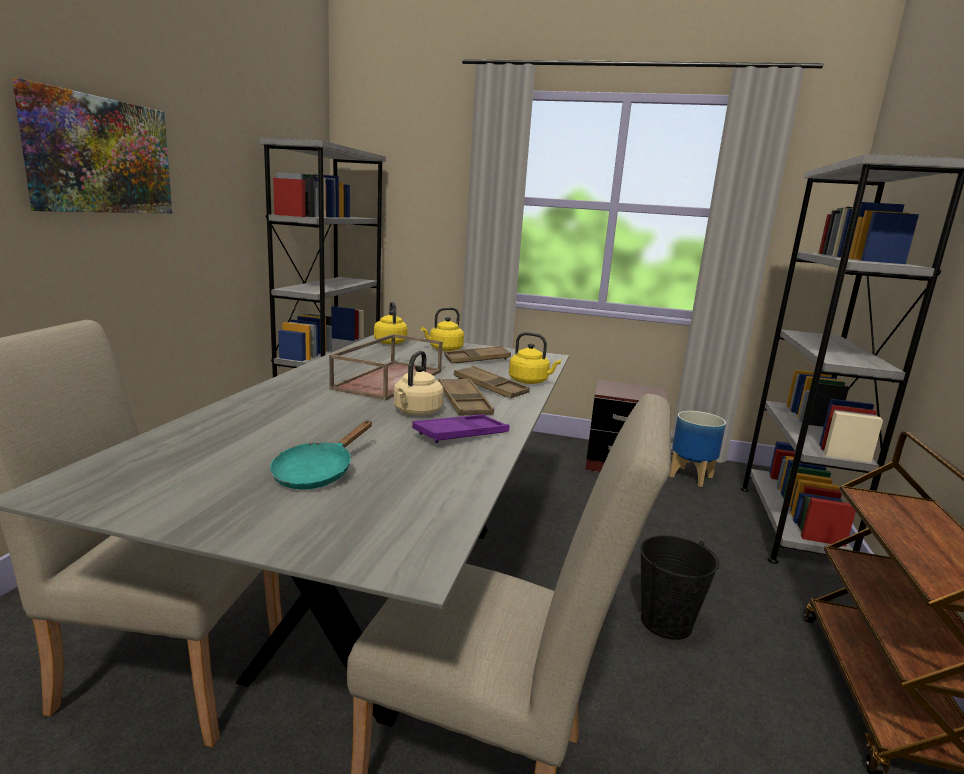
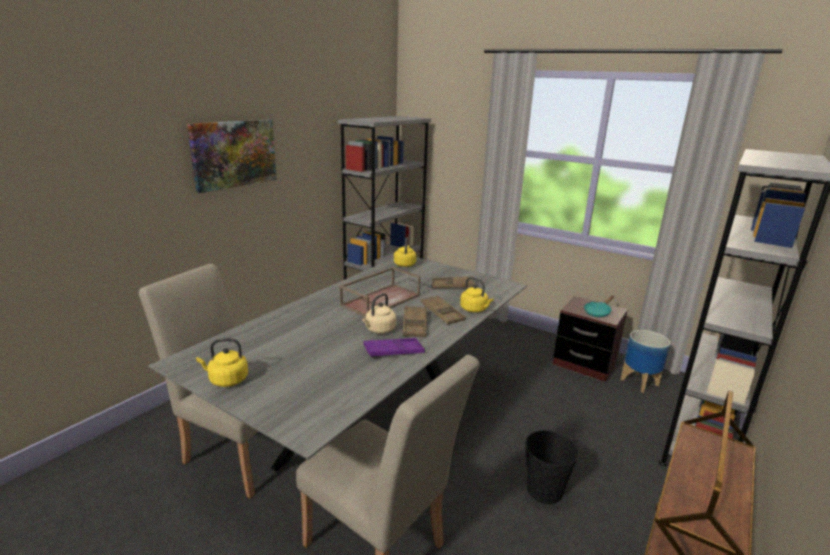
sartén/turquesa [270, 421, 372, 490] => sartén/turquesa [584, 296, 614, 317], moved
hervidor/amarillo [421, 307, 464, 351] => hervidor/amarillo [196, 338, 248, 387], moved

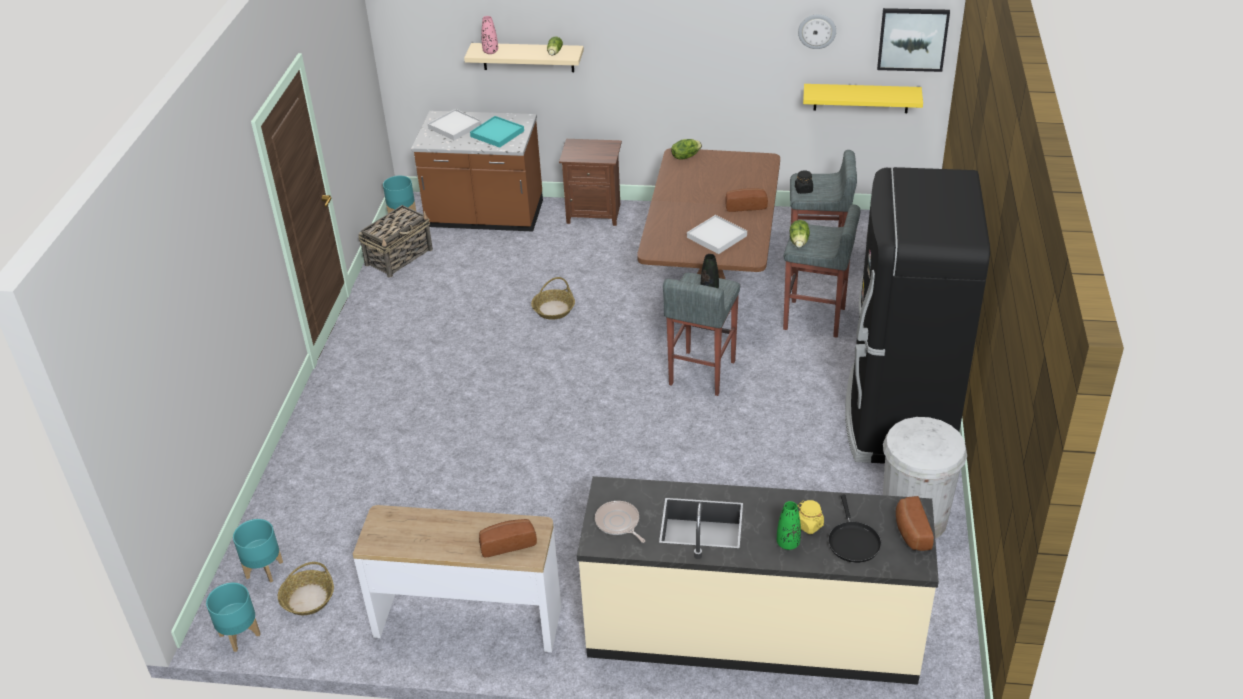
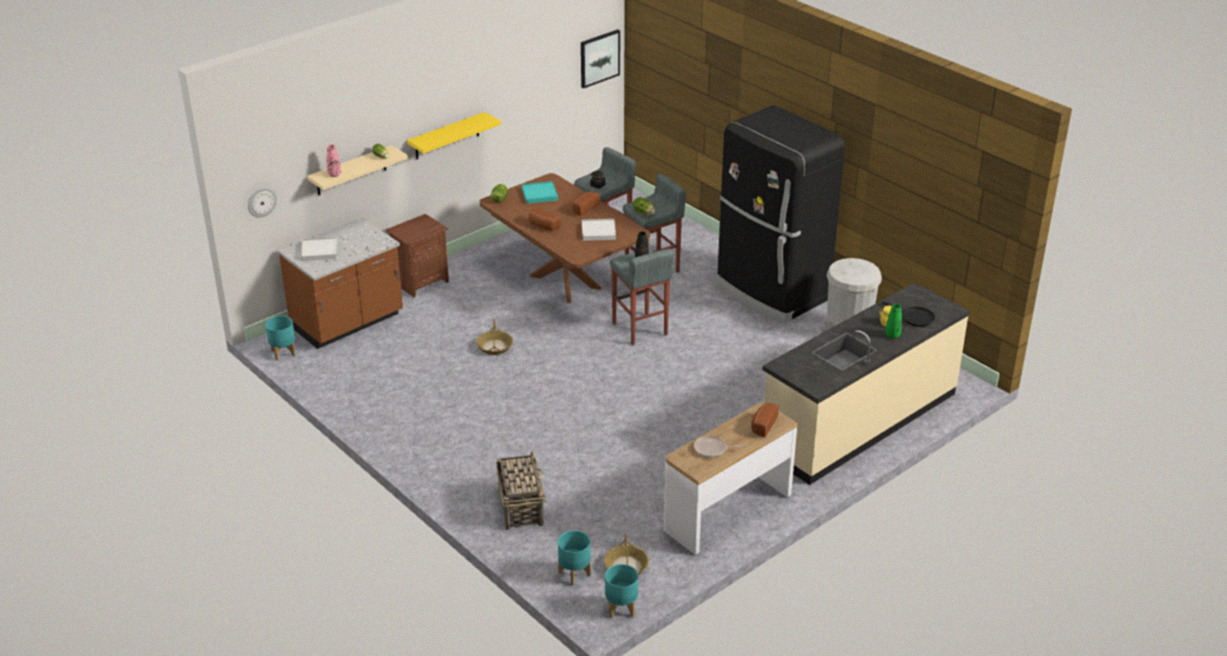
cesta [358, 205, 433, 278] => cesta [496, 451, 546, 530], moved
bandeja/turquesa [470, 116, 524, 148] => bandeja/turquesa [522, 181, 558, 204], moved
sartén [595, 501, 645, 543] => sartén [694, 436, 742, 458], moved
reloj de pared [798, 14, 836, 49] => reloj de pared [248, 187, 277, 217], moved
estante/amarillo [803, 84, 923, 113] => estante/amarillo [407, 112, 501, 159], moved
pan [896, 496, 934, 551] => pan [529, 208, 560, 230], moved

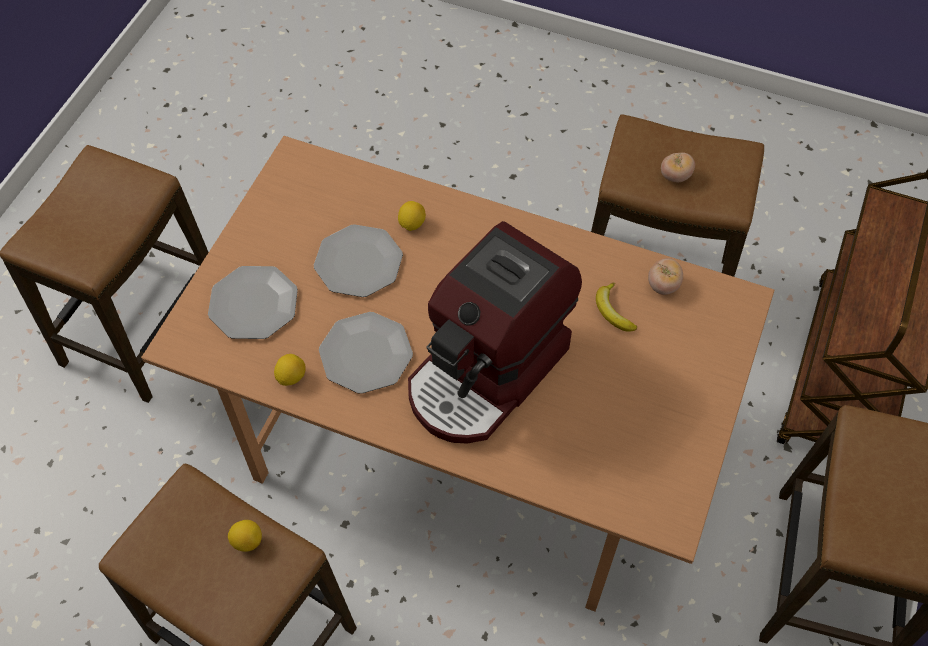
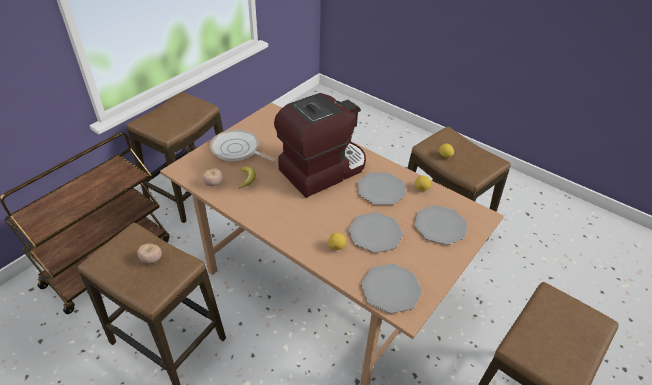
nothing => sartén [210, 129, 275, 161]
nothing => plato [361, 263, 422, 314]

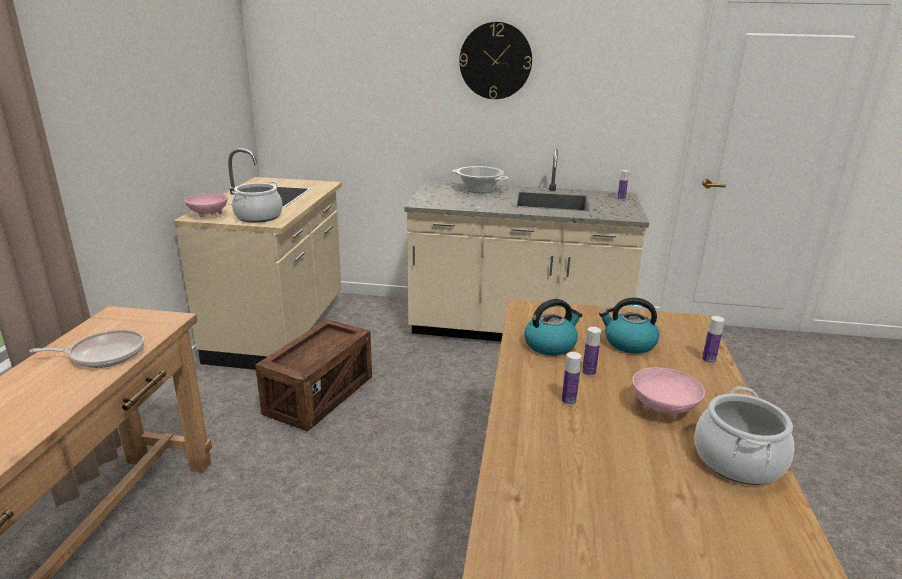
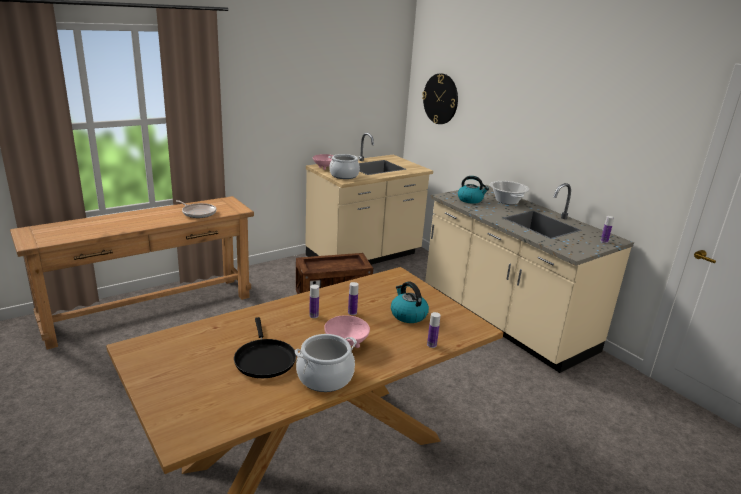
reloj de pared [459, 22, 532, 99] => reloj de pared [422, 74, 458, 124], moved
hervidor [524, 299, 582, 356] => hervidor [458, 176, 489, 204], moved
nothing => sartén/negro [234, 317, 296, 378]

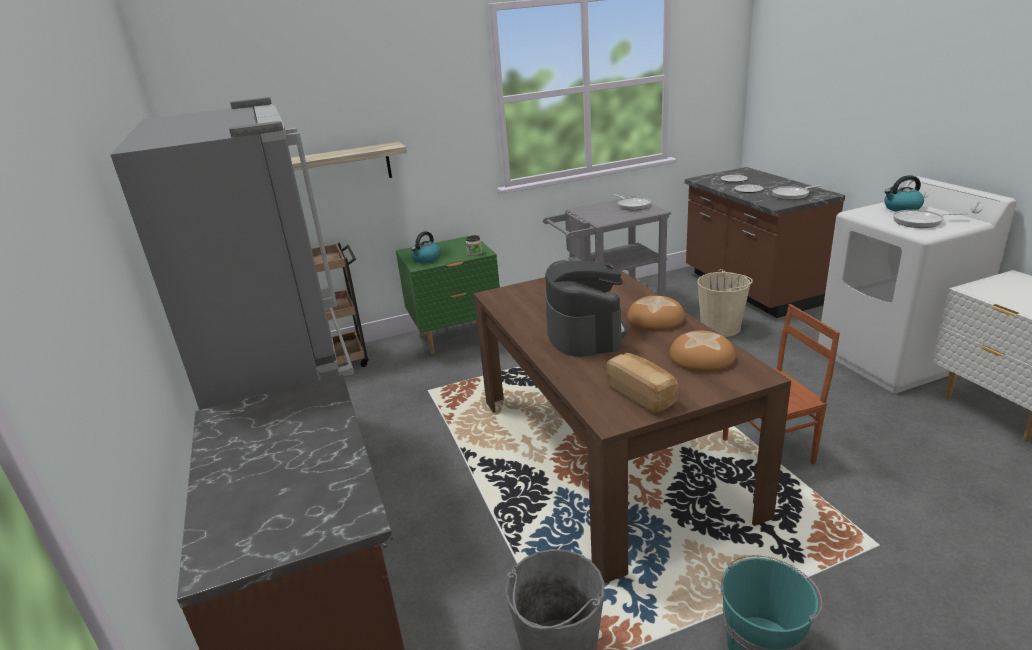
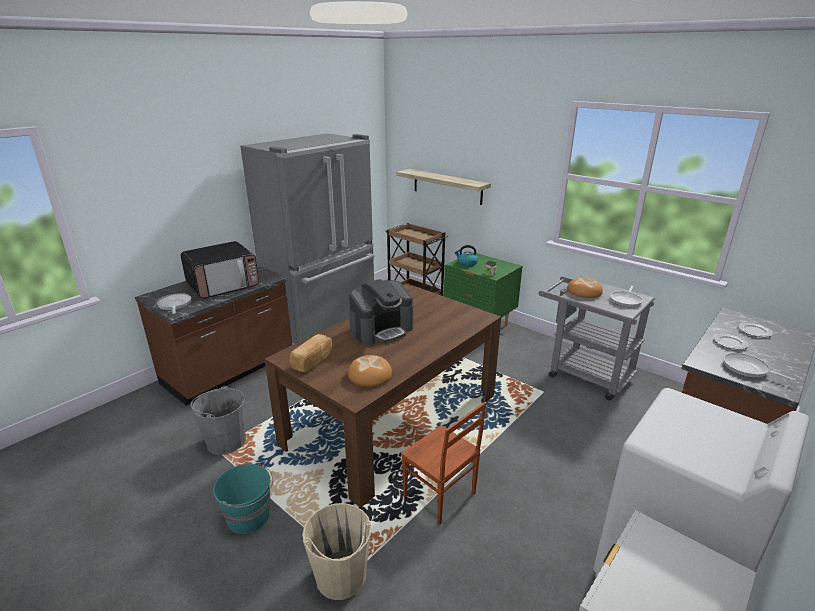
pan [627, 296, 685, 331] => pan [567, 278, 603, 298], moved
cubo/beis [697, 269, 753, 337] => cubo/beis [302, 503, 371, 600], moved
hervidor [884, 175, 924, 212] => nothing
sartén [893, 210, 968, 228] => sartén [157, 293, 191, 314], moved
nothing => microondas [181, 241, 259, 299]

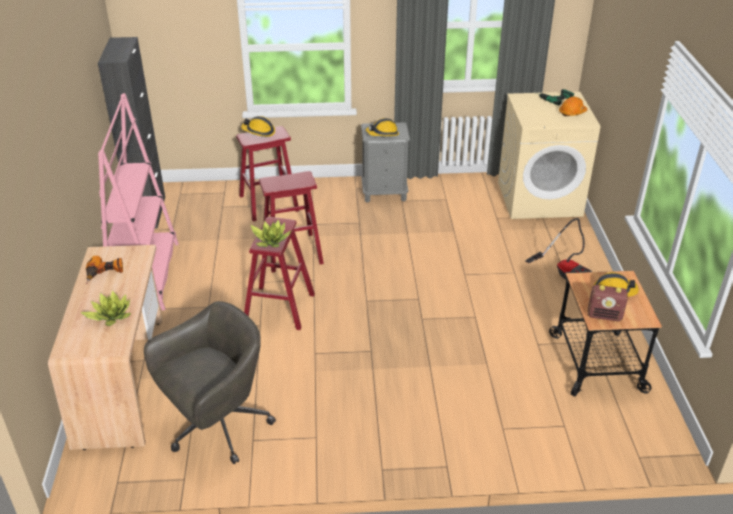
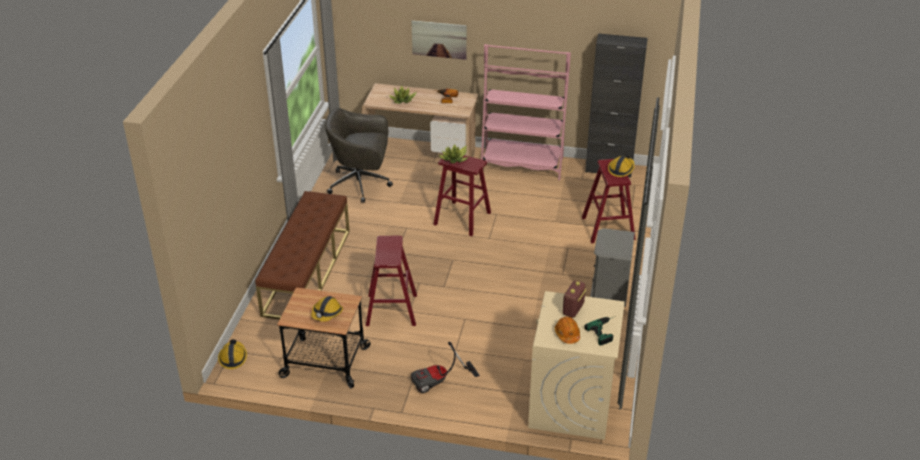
silla de oficina/gris [144, 301, 276, 464] => silla de oficina/gris [325, 108, 393, 203], 120 degrees clockwise
taburete/rojo [259, 171, 324, 273] => taburete/rojo [366, 236, 417, 326], moved
casco [366, 118, 399, 136] => casco [218, 339, 247, 369], moved
radio [588, 285, 628, 321] => radio [563, 280, 587, 318], moved
nothing => banco/marrón [255, 191, 350, 320]
nothing => cuadro [411, 20, 467, 60]

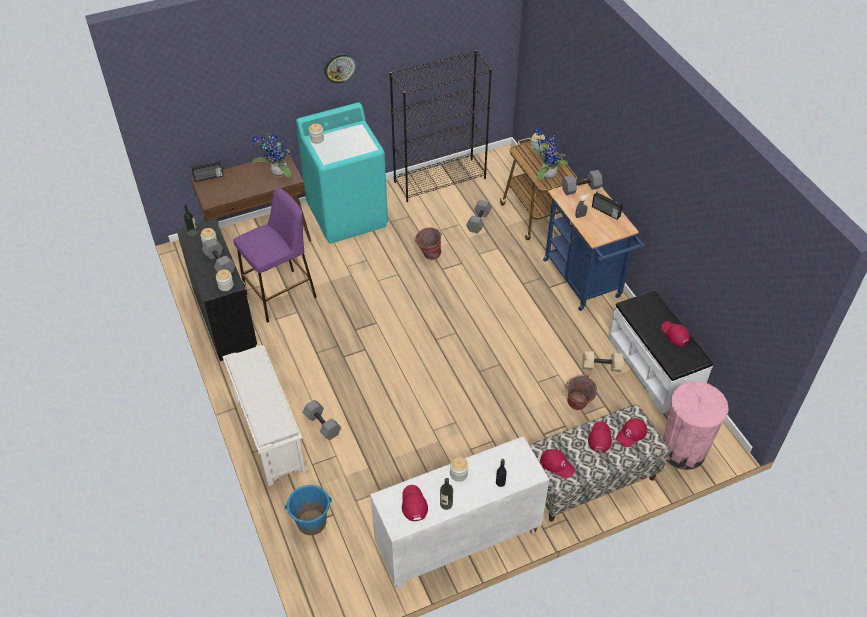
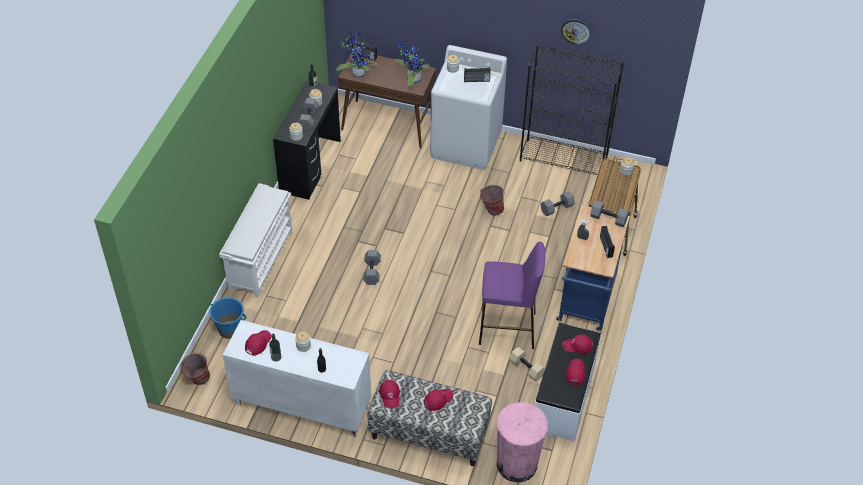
taburete/morado [233, 188, 317, 323] => taburete/morado [479, 242, 545, 349], moved
lavadora/turquesa [296, 103, 388, 244] => lavadora/blanco [430, 45, 507, 170]
mancuerna/gris [303, 400, 341, 440] => mancuerna/gris [363, 250, 381, 285], moved
reloj de pared [324, 53, 356, 83] => reloj de pared [561, 19, 591, 45], moved
planta en maceta [531, 127, 568, 180] => planta en maceta [336, 29, 378, 78], moved
cubo [565, 375, 597, 410] => cubo [179, 353, 210, 385], moved
gorra/rojo [616, 418, 647, 447] => gorra/rojo [562, 335, 593, 353], moved
nothing => radio [464, 67, 491, 82]

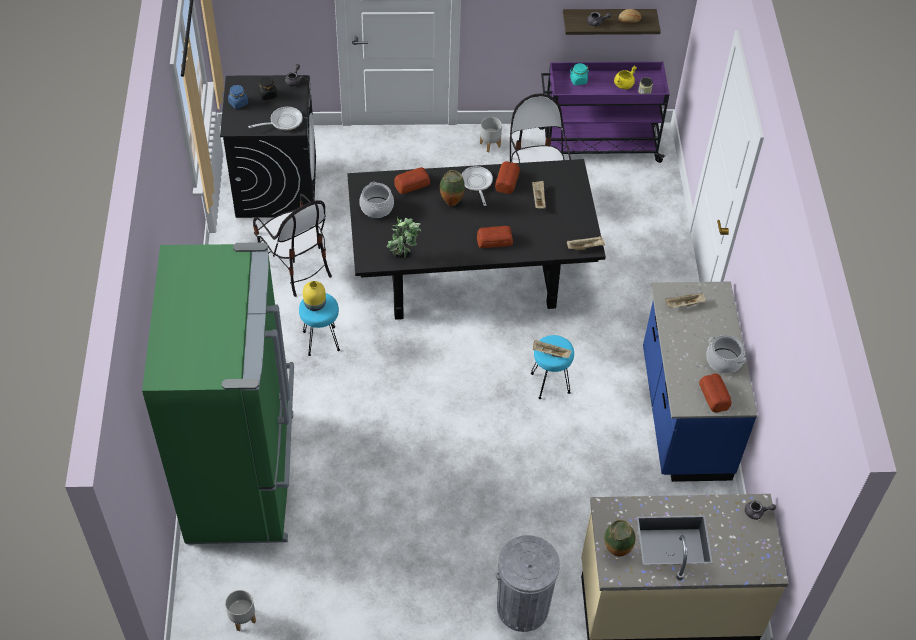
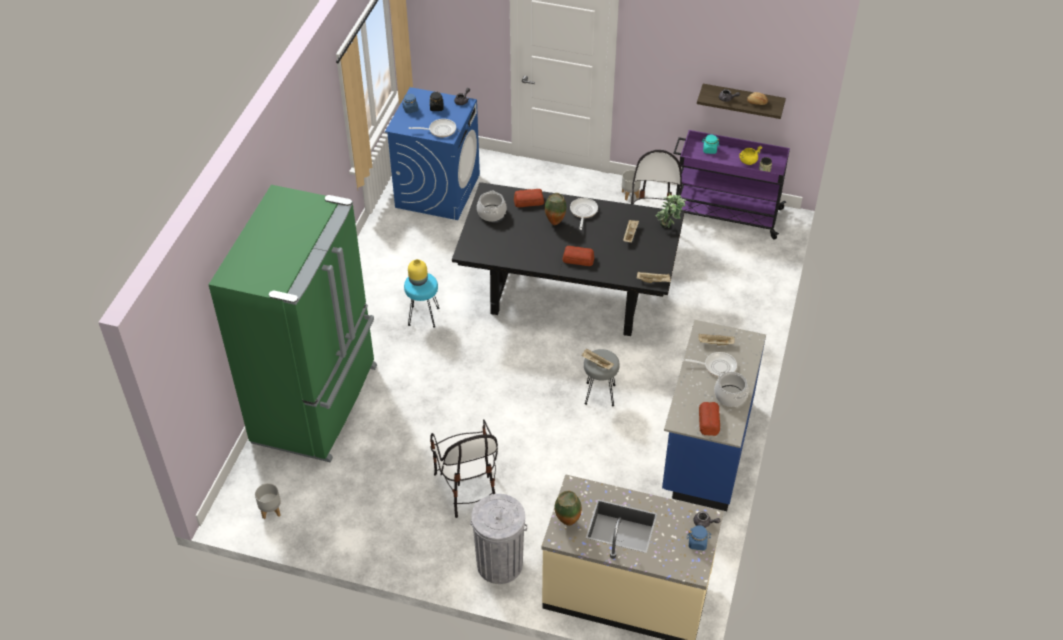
lavadora/negro [220, 75, 316, 218] => lavadora/azul [385, 87, 480, 220]
silla [253, 194, 332, 297] => silla [430, 419, 498, 518], moved
planta en maceta [386, 217, 421, 258] => planta en maceta [656, 192, 687, 228], moved
pan [495, 161, 520, 194] => nothing
taburete/turquesa [531, 335, 574, 399] => taburete/gris [584, 349, 620, 406]
nothing => sartén [681, 352, 737, 377]
nothing => tarro/azul [687, 525, 711, 550]

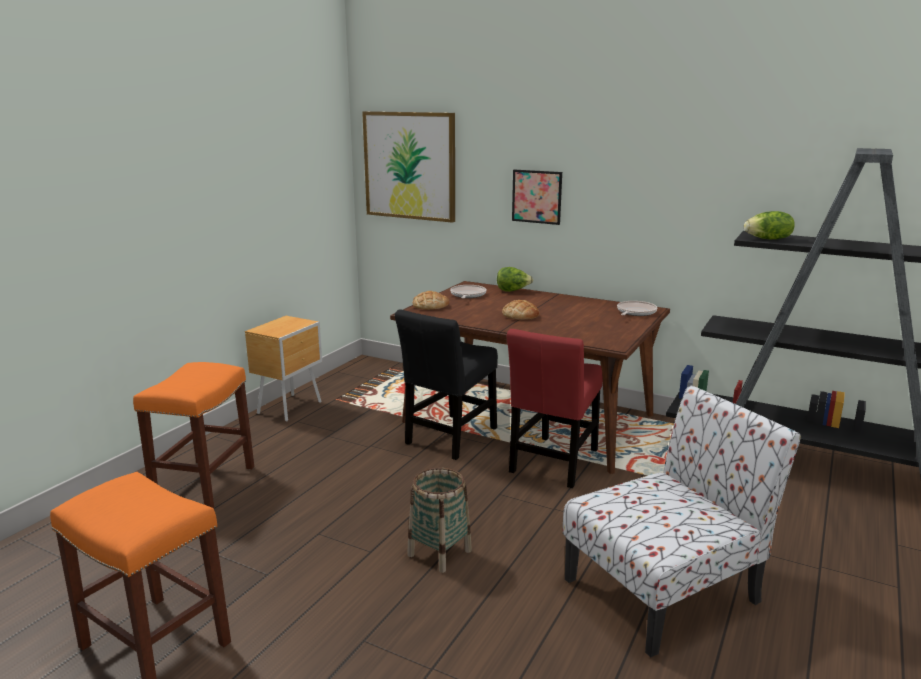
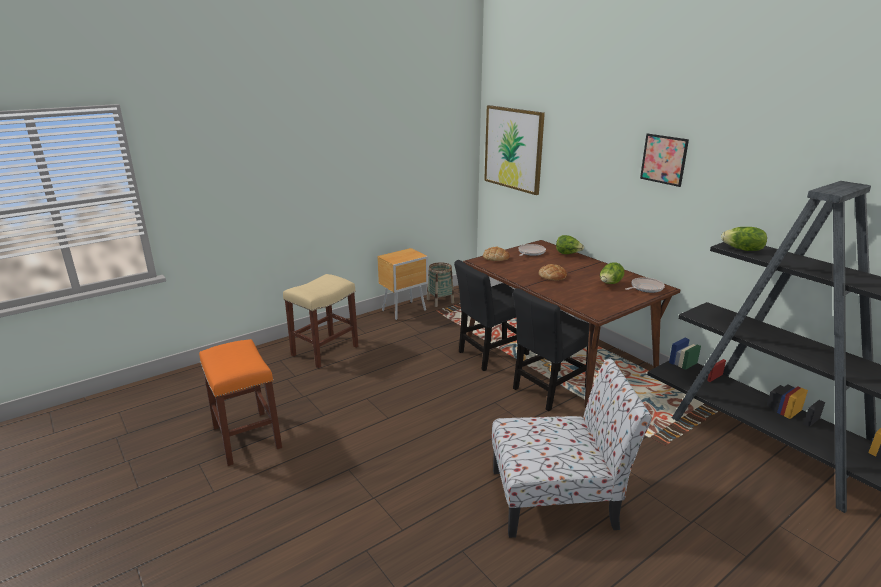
taburete/naranja [133, 362, 254, 508] => taburete/beis [283, 274, 358, 368]
cesta [407, 467, 472, 573] => cesta [427, 262, 454, 307], moved
silla/rojo [507, 329, 603, 488] => silla/negro [513, 288, 589, 411]
cuadro [512, 170, 562, 225] => cuadro [640, 134, 689, 187], moved
nothing => lechuga [600, 262, 625, 284]

